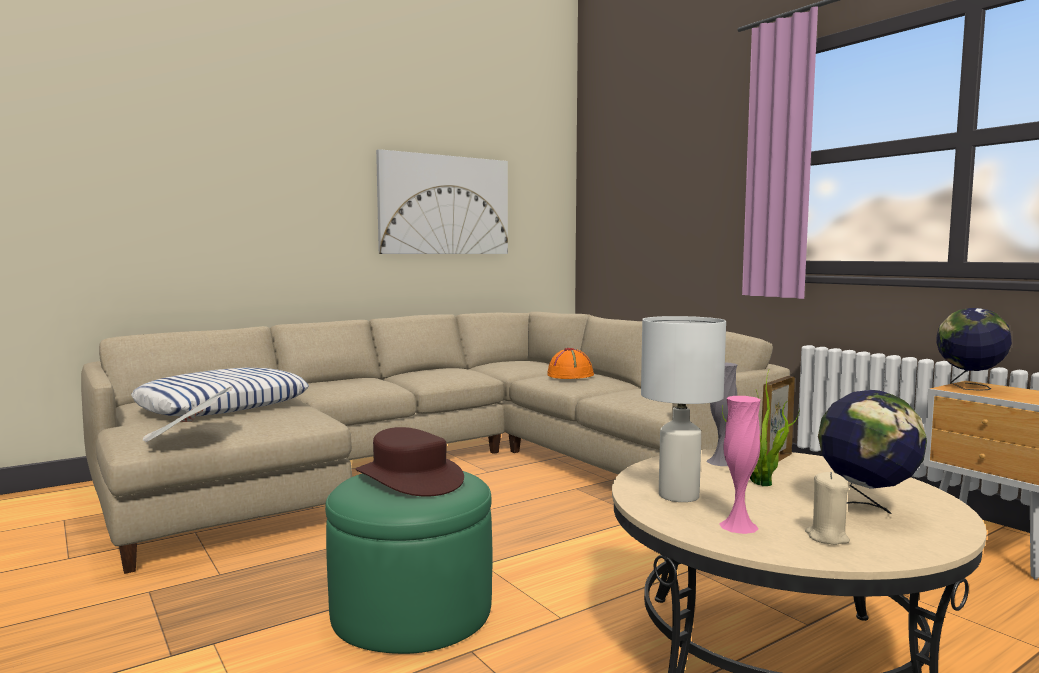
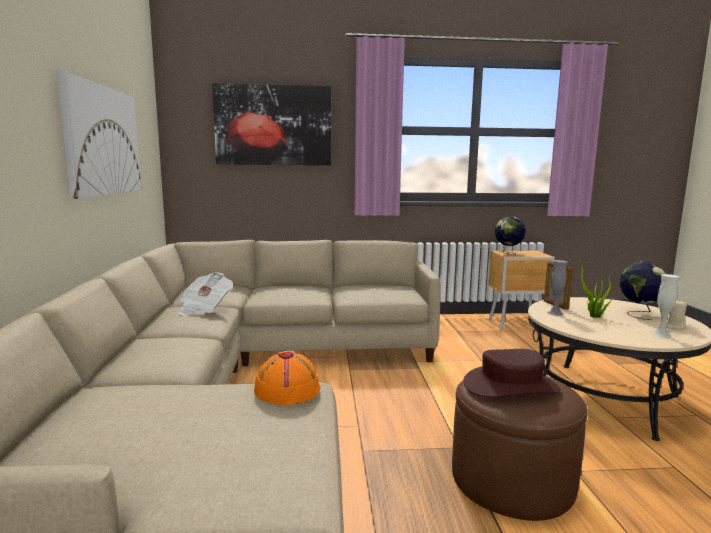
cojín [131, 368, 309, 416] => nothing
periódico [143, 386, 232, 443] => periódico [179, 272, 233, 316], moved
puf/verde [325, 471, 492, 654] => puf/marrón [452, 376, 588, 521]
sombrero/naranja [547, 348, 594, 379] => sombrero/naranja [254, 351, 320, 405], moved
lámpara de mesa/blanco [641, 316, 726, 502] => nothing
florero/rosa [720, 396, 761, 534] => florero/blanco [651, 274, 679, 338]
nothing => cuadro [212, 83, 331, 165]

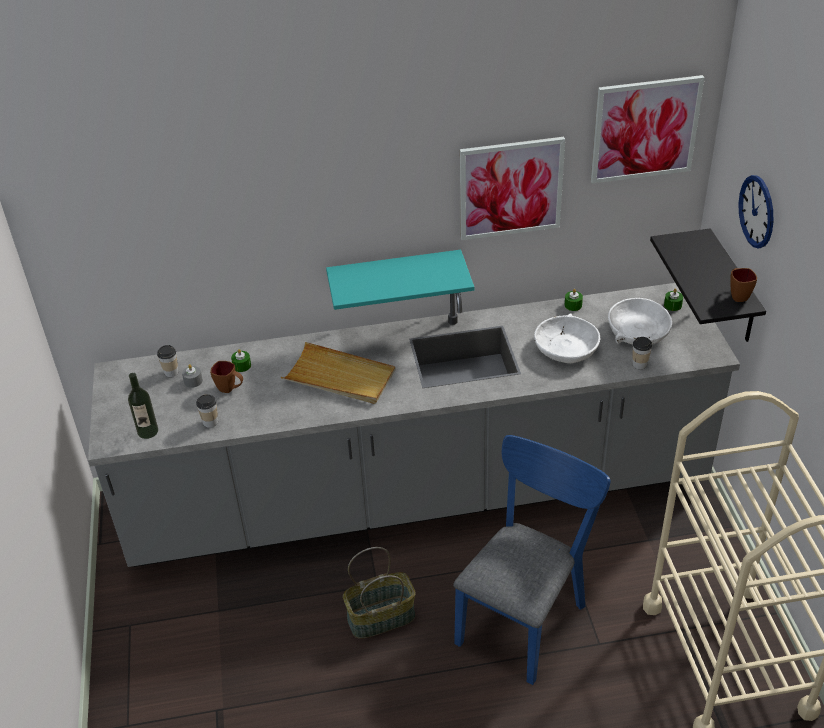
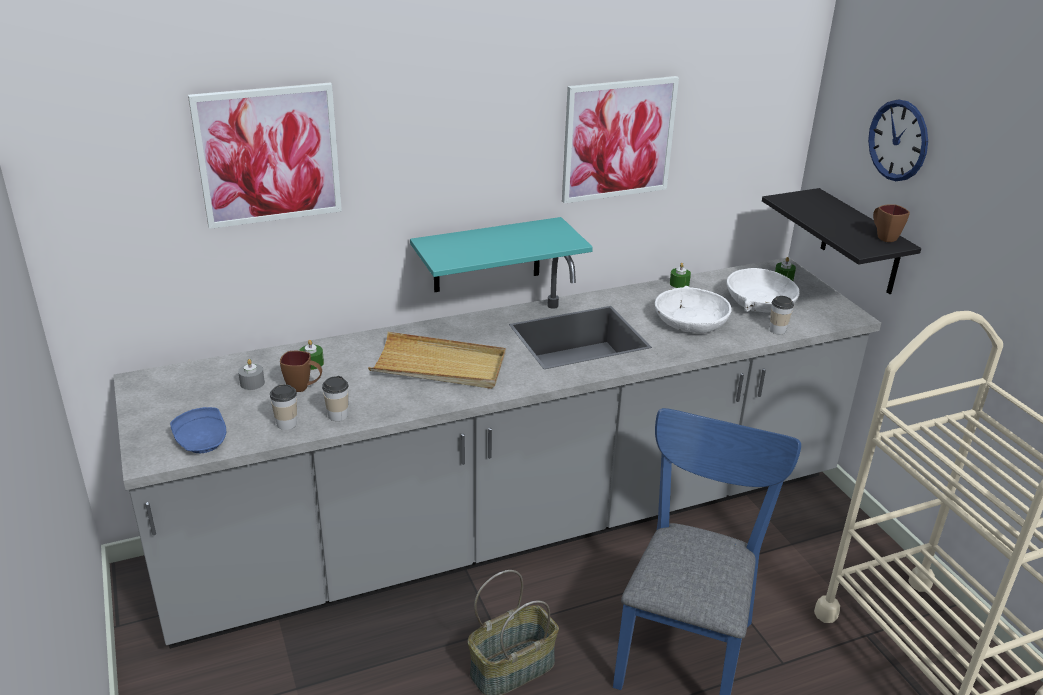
botella [128, 373, 158, 439] => plato/azul [170, 407, 226, 453]
taza [157, 345, 178, 377] => taza [322, 376, 348, 421], moved
cuadro [591, 75, 705, 184] => cuadro [188, 82, 342, 229], moved

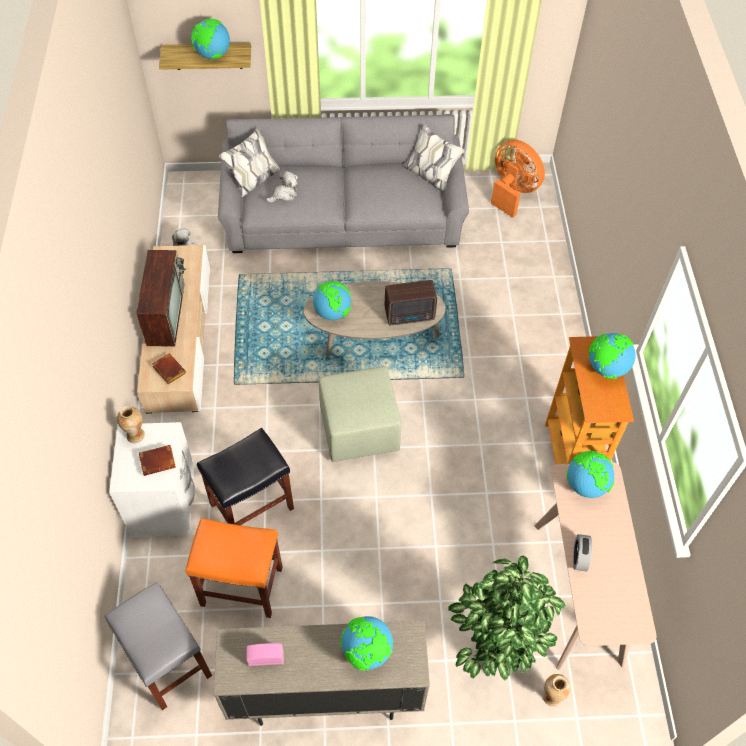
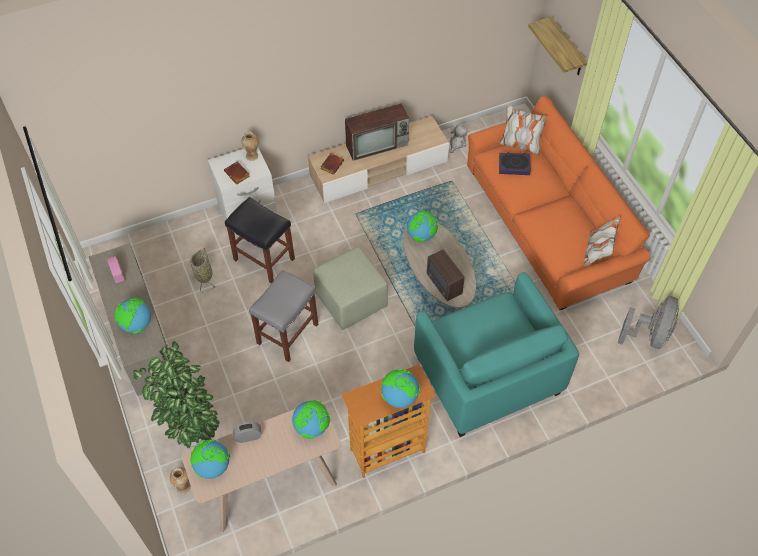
taburete/gris [105, 582, 212, 710] => taburete/gris [249, 270, 318, 362], moved
taburete/naranja [186, 518, 283, 618] => cesta [190, 248, 216, 293]
globo terráqueo [191, 19, 230, 59] => globo terráqueo [190, 440, 230, 479], moved
sofá/gris [218, 114, 469, 253] => sofá/naranja [467, 96, 650, 310]
peluche [266, 171, 298, 203] => libro [499, 152, 531, 175]
ventilador/naranja [491, 140, 545, 218] => ventilador/gris [618, 296, 679, 349]
nothing => sillón/turquesa [414, 272, 579, 437]

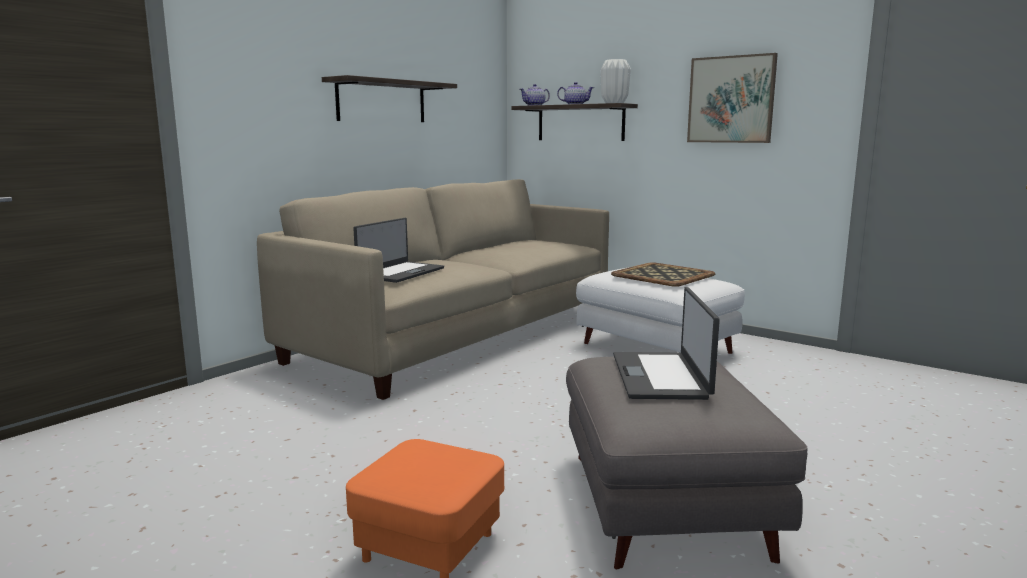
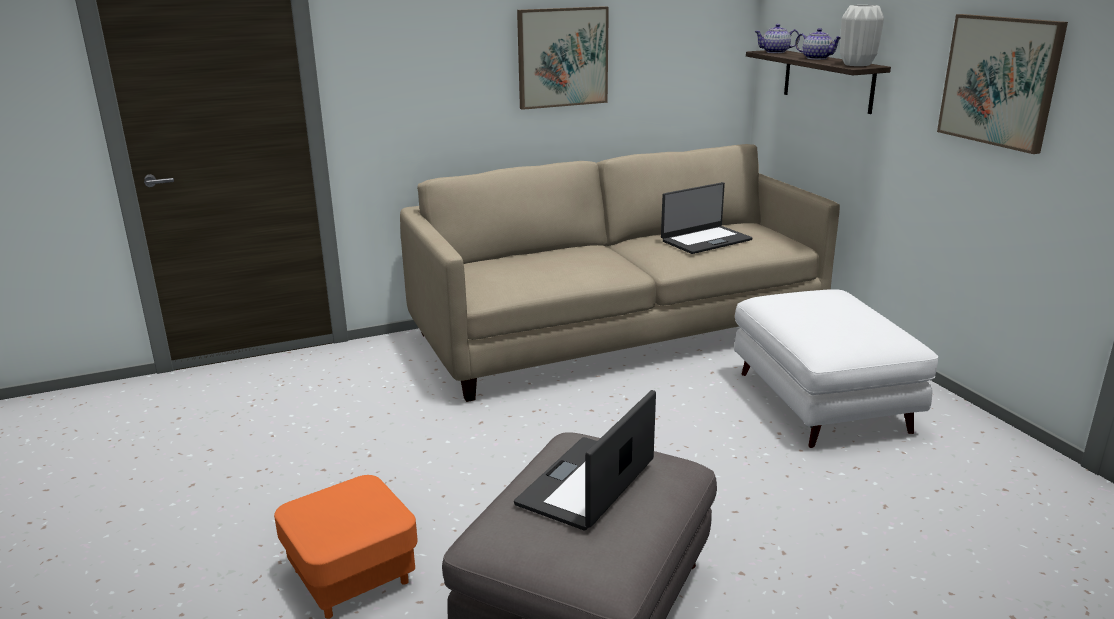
estante [322, 75, 457, 122] => cuadro [517, 6, 609, 110]
portátil [353, 218, 444, 283] => portátil [661, 182, 753, 254], moved
bandeja [611, 262, 715, 287] => nothing

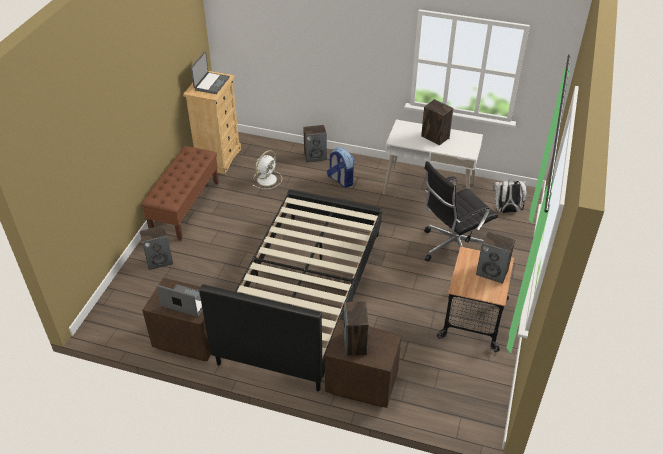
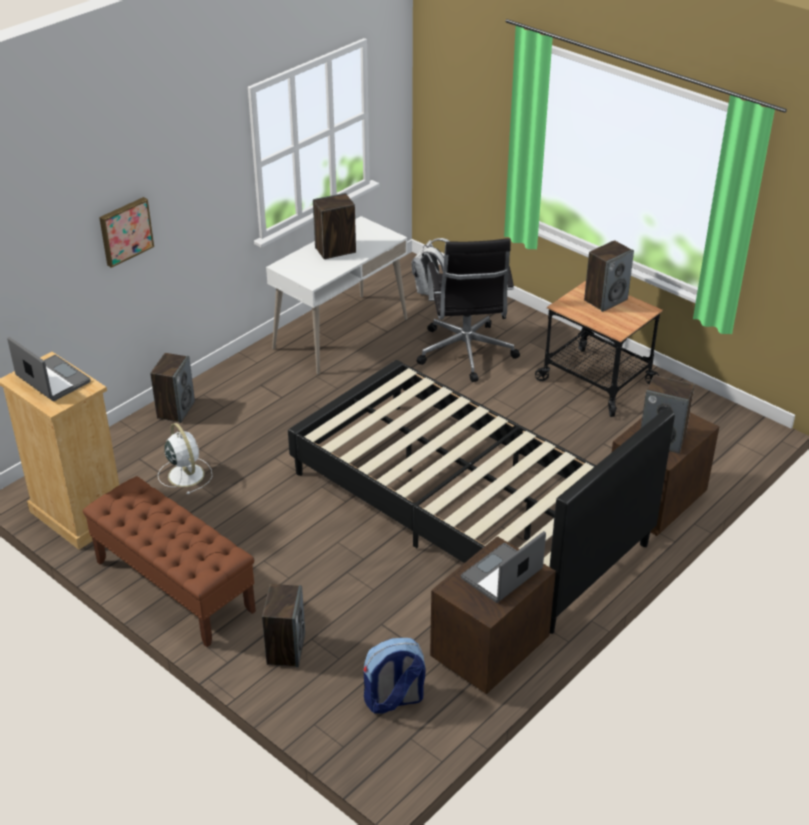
mochila [327, 148, 355, 188] => mochila [364, 638, 425, 714], moved
nothing => cuadro [99, 197, 154, 268]

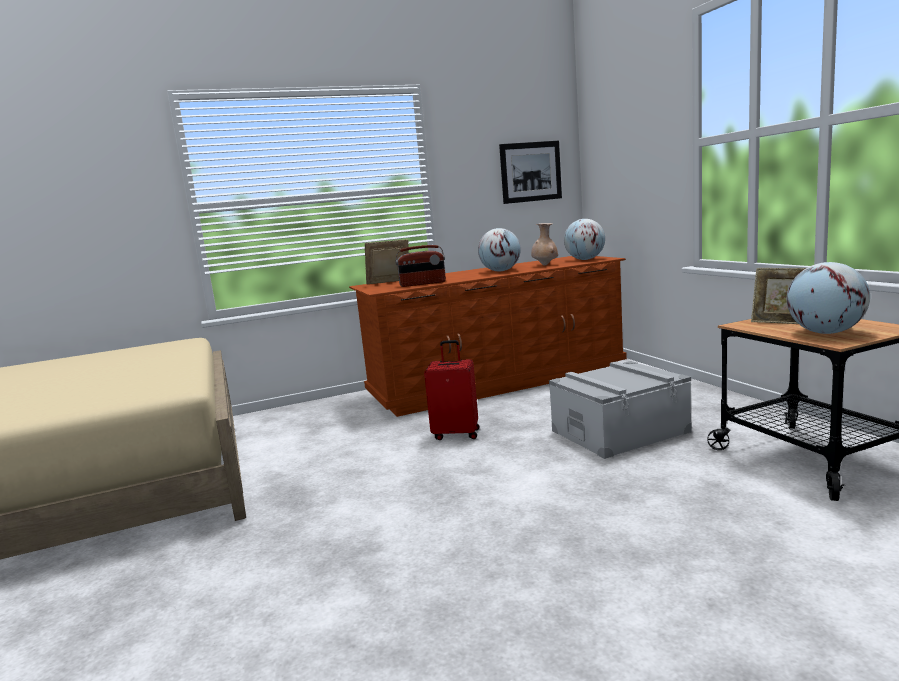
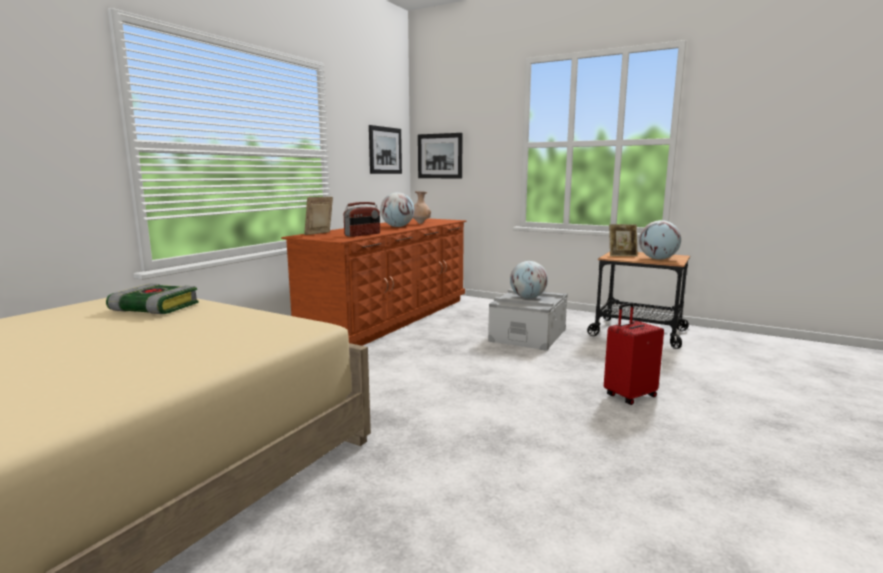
maleta/rojo [424, 340, 480, 440] => maleta/rojo [604, 303, 664, 405], moved
globo terráqueo [564, 219, 605, 260] => globo terráqueo [510, 261, 548, 299], moved
nothing => libro [106, 283, 199, 314]
nothing => cuadro [418, 133, 463, 179]

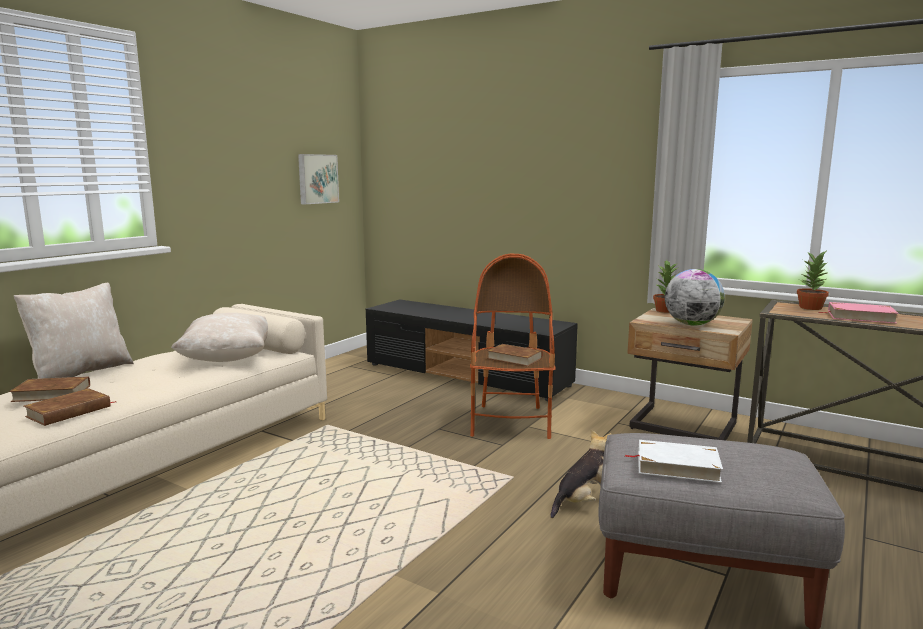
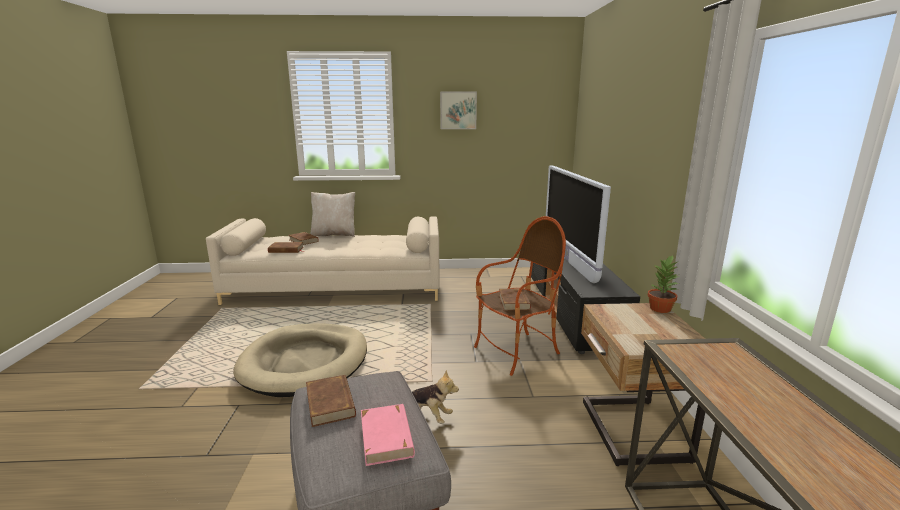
cojín/beis [171, 313, 268, 362] => nothing
cuadro [298, 154, 339, 204] => cuadro [440, 92, 477, 129], moved
libro/blanco [625, 440, 723, 483] => libro/marrón [306, 374, 356, 427]
globo terráqueo [665, 269, 725, 326] => nothing
planta en maceta [797, 251, 829, 310] => nothing
libro/rosa [819, 302, 899, 324] => libro/rosa [361, 404, 415, 466], moved
nothing => cama para perro/beis [233, 323, 367, 397]
nothing => televisor [546, 166, 611, 283]

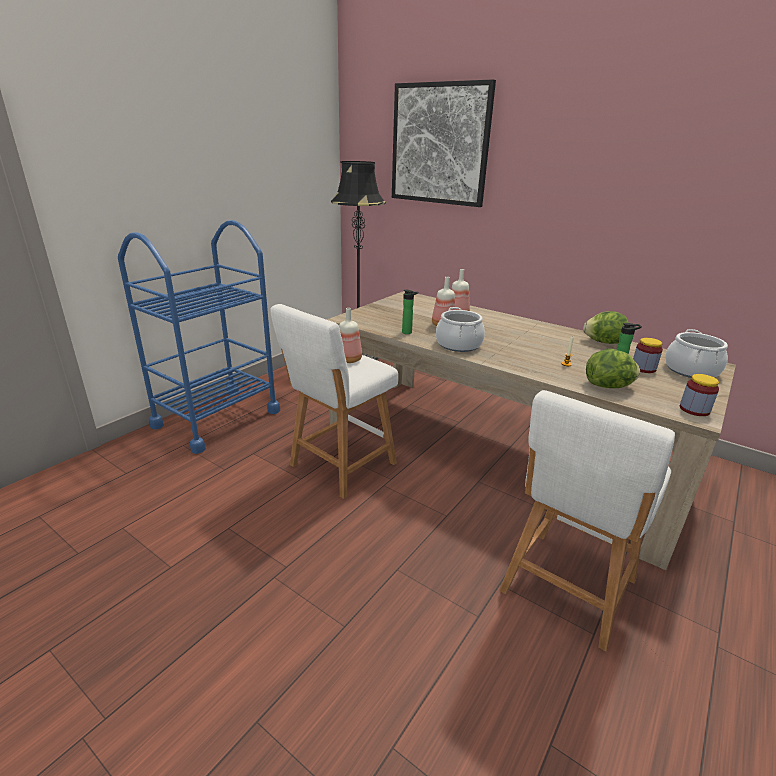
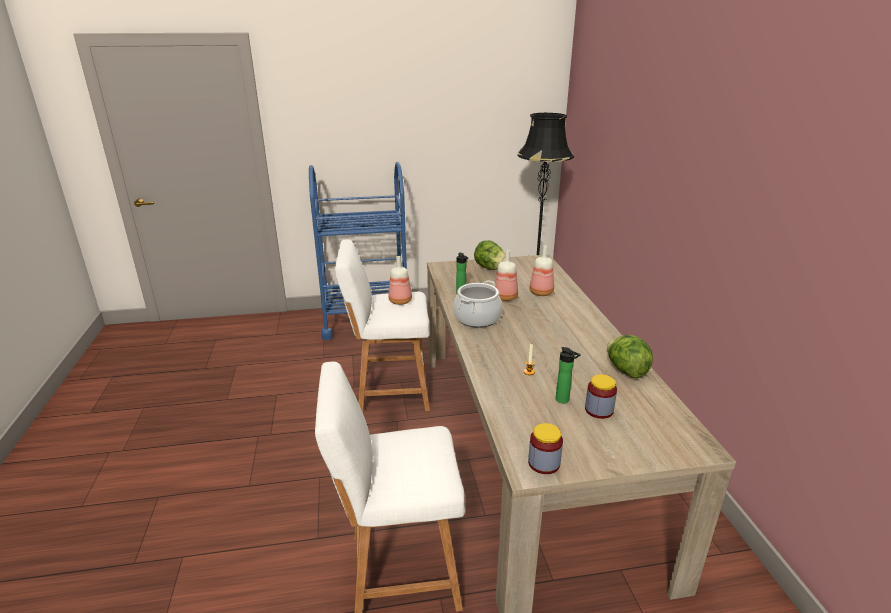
cuadro [392, 79, 496, 207] => nothing
lechuga [586, 349, 640, 388] => lechuga [474, 240, 505, 270], moved
olla [665, 329, 728, 378] => nothing

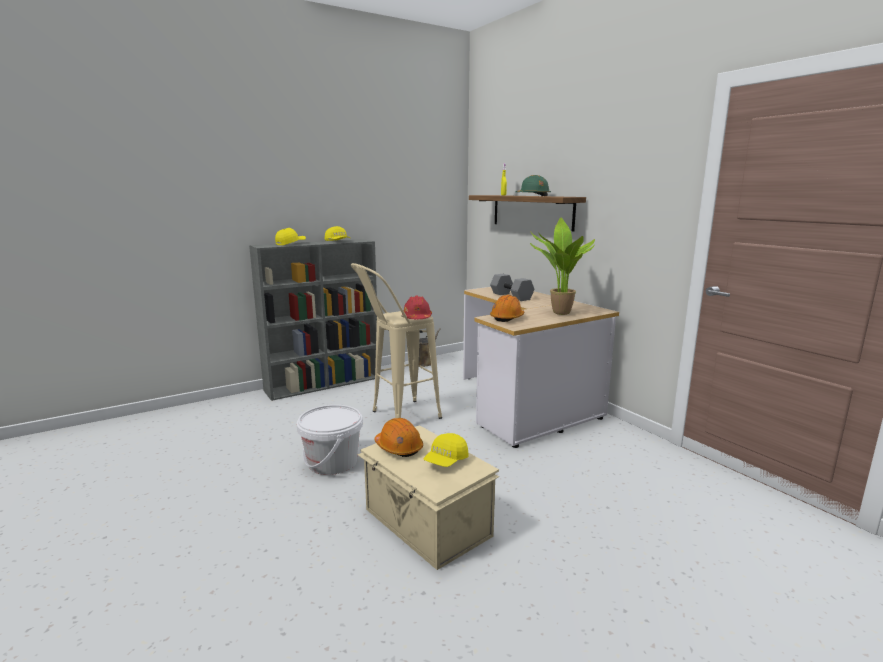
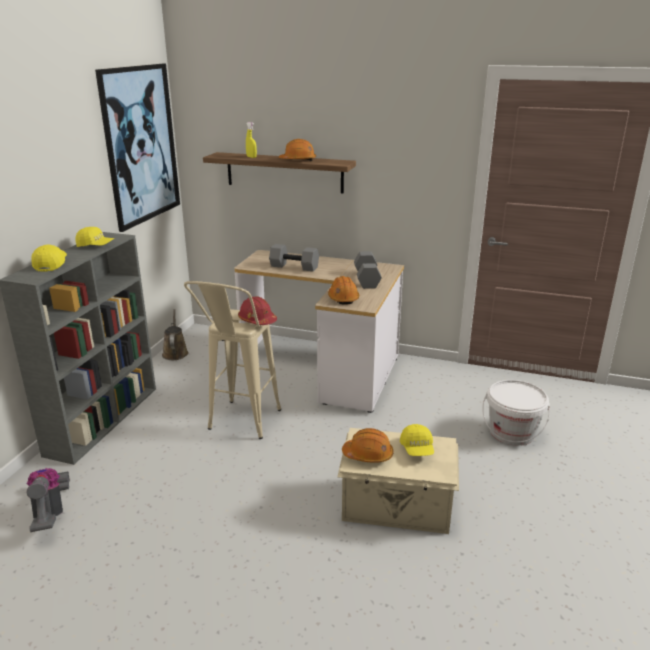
cubo/blanco [297, 405, 363, 475] => cubo/blanco [482, 380, 550, 446], moved
casco/verde [515, 175, 551, 196] => casco/naranja [279, 139, 316, 161]
planta en maceta [530, 218, 595, 315] => mancuerna/gris [354, 252, 382, 289]
nothing => aspiradora [27, 468, 70, 532]
nothing => cuadro [95, 64, 180, 232]

